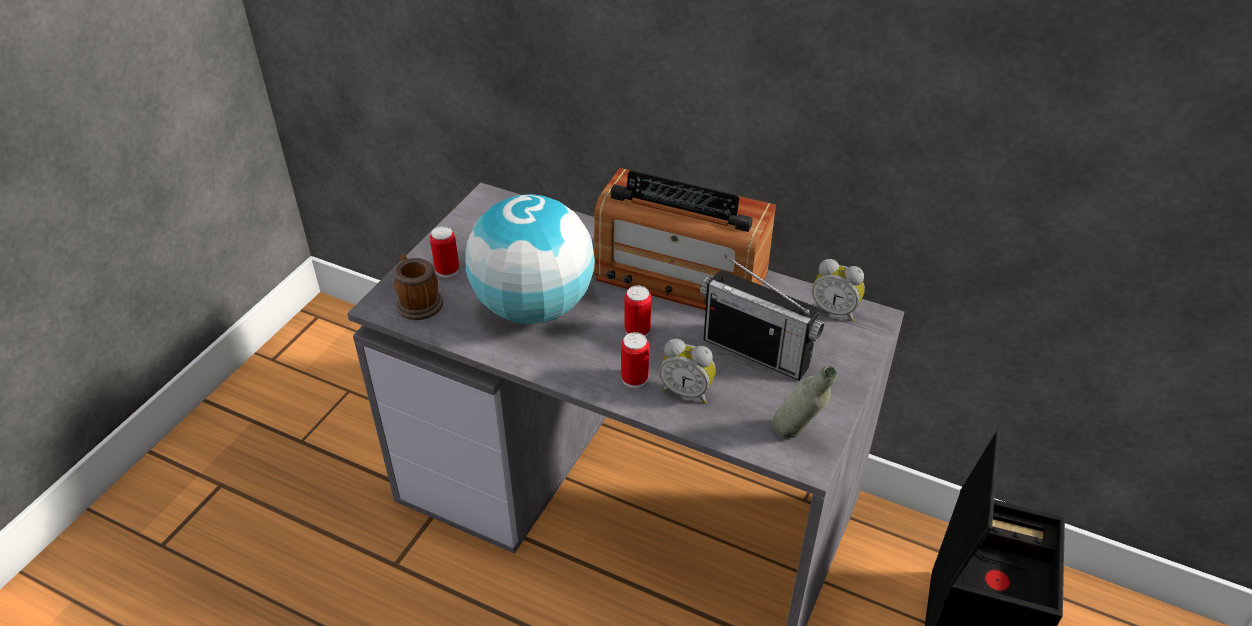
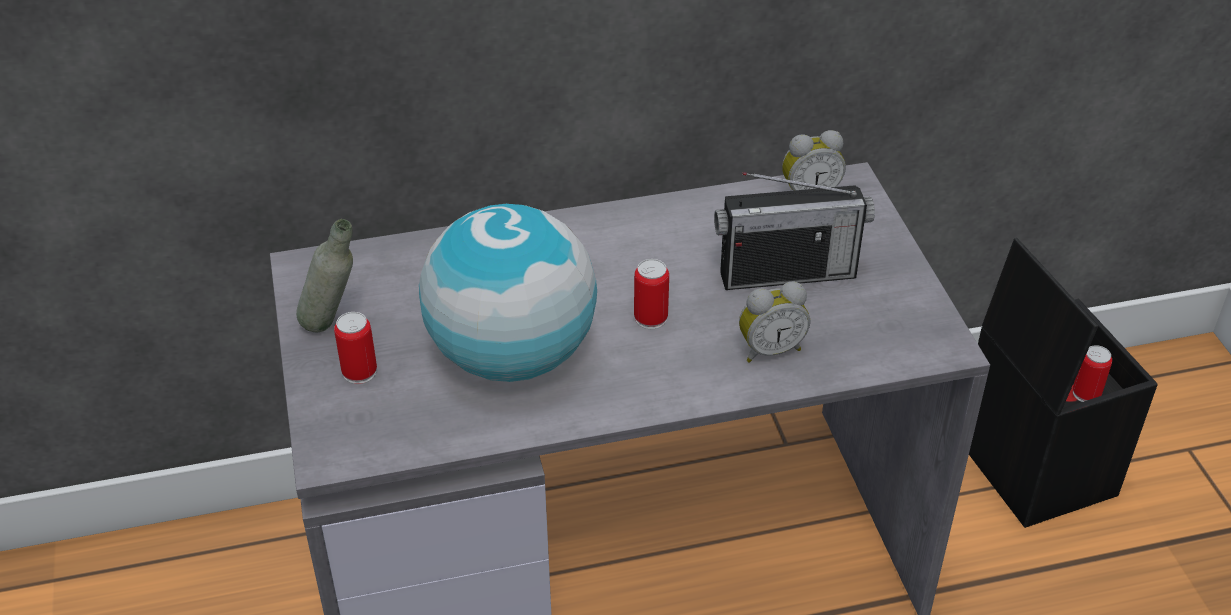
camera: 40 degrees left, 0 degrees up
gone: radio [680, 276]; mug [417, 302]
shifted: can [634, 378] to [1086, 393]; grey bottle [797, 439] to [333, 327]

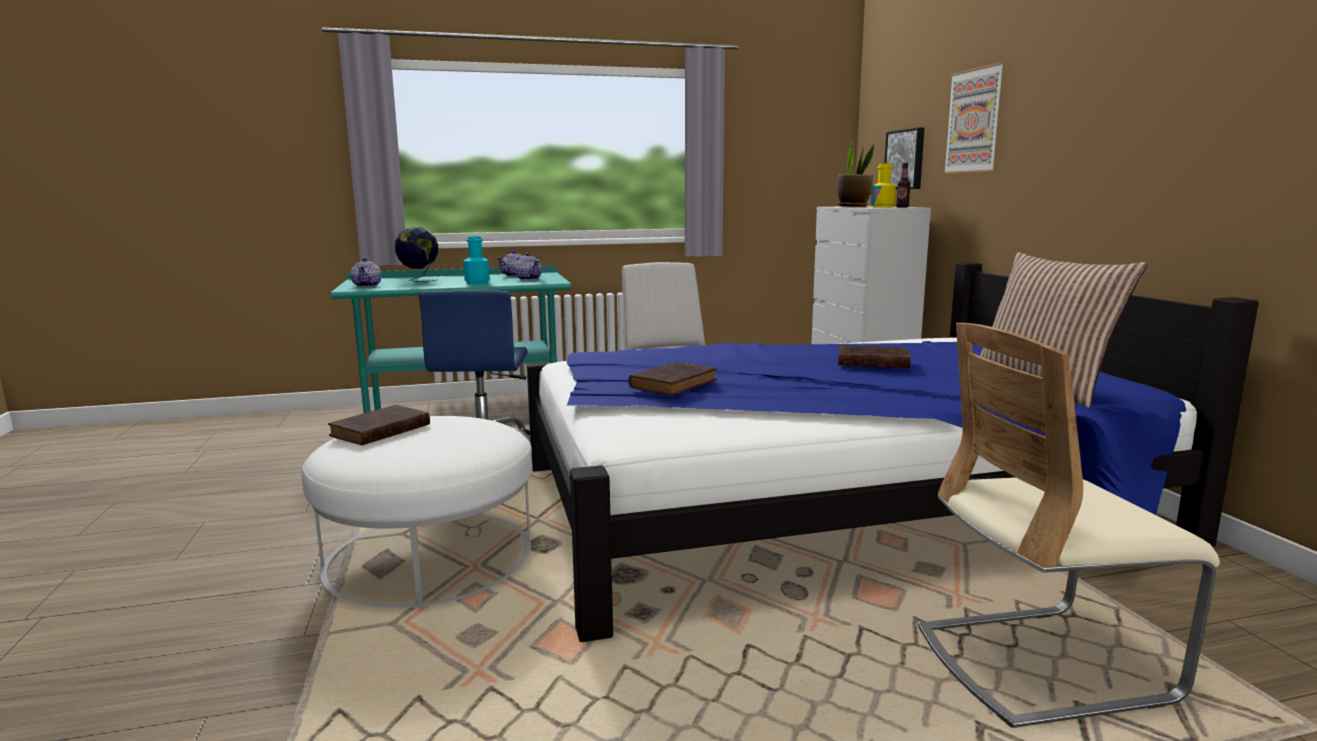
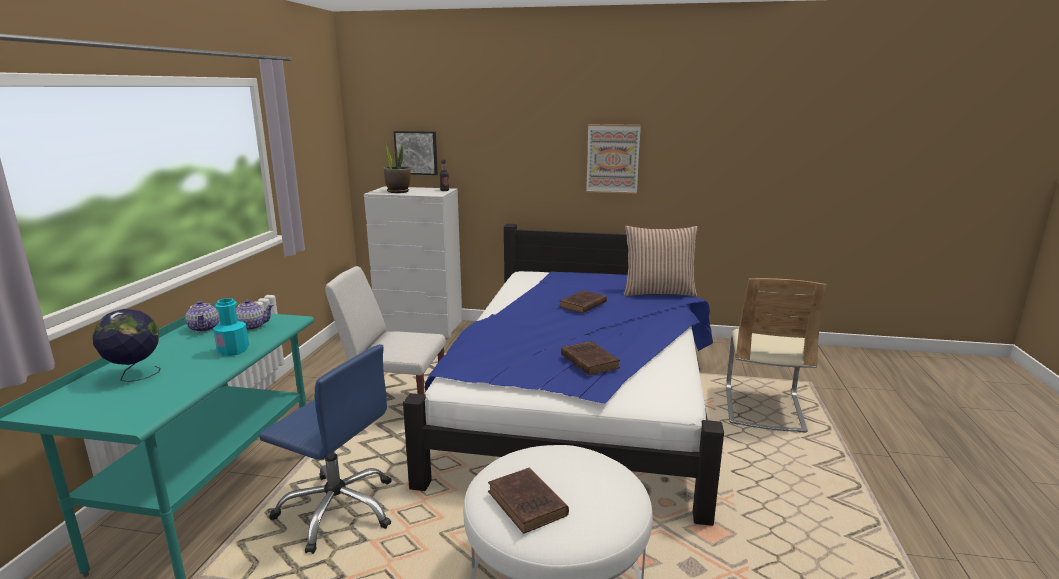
camera: 65 degrees left, 5 degrees up
gone: yellow bottle [882, 207]; teapot [367, 286]
shifted: picture [974, 121] to [612, 159]

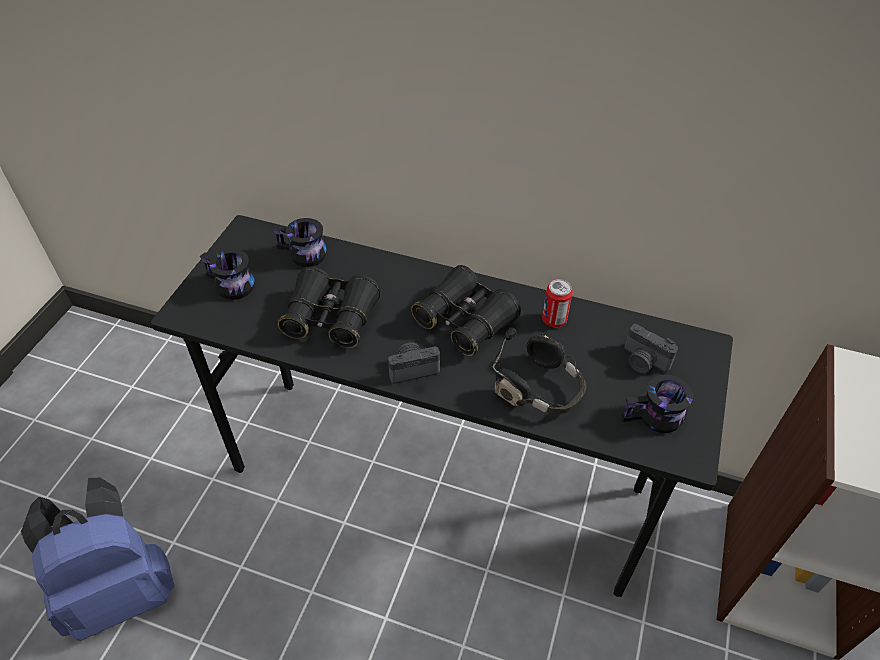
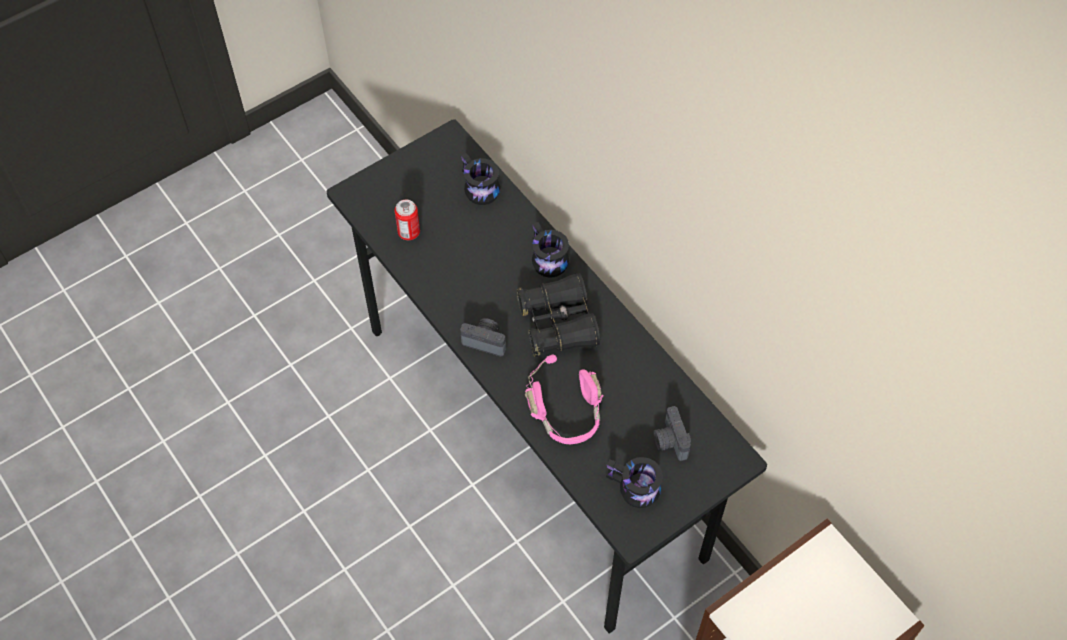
camera: 35 degrees right, 10 degrees up
gone: black binoculars [331, 318]; blue backpack [121, 591]
shifted: black mug [229, 286] to [545, 259]; can [554, 320] to [409, 232]
repainted: black headphones [541, 389] to pink headphones [567, 415]

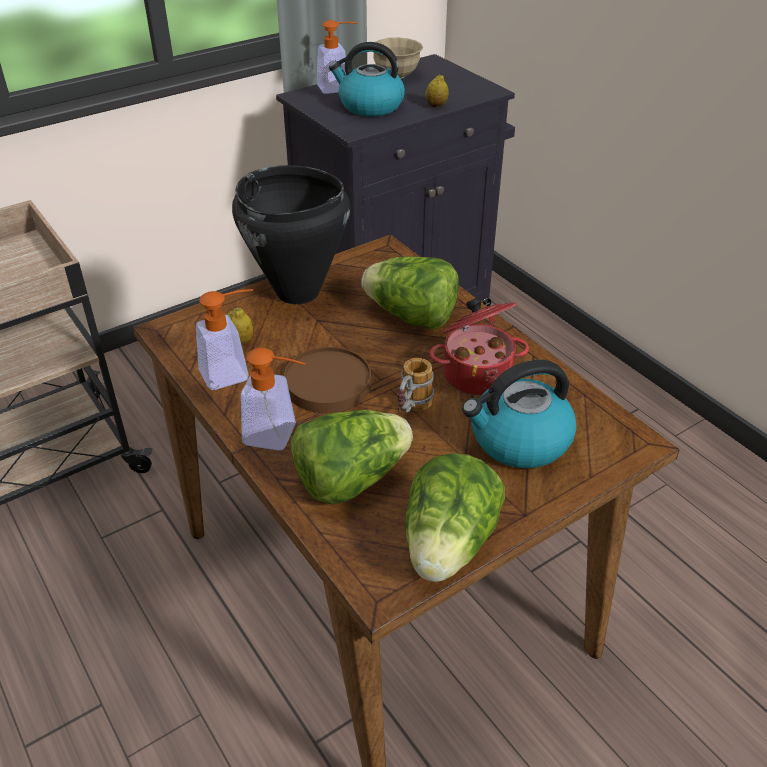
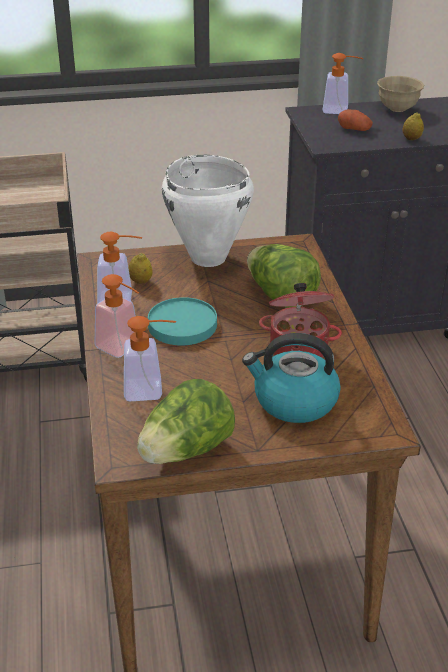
camera: 25 degrees right, 5 degrees down
gone: mug [411, 410]
swapped: kettle [370, 106] to potato [354, 129]; lettuce [351, 479] to soap dispenser [151, 390]
repainted: black cooking pot [298, 293] to white cooking pot [208, 258]; brown plate [327, 383] to turquoise plate [182, 324]

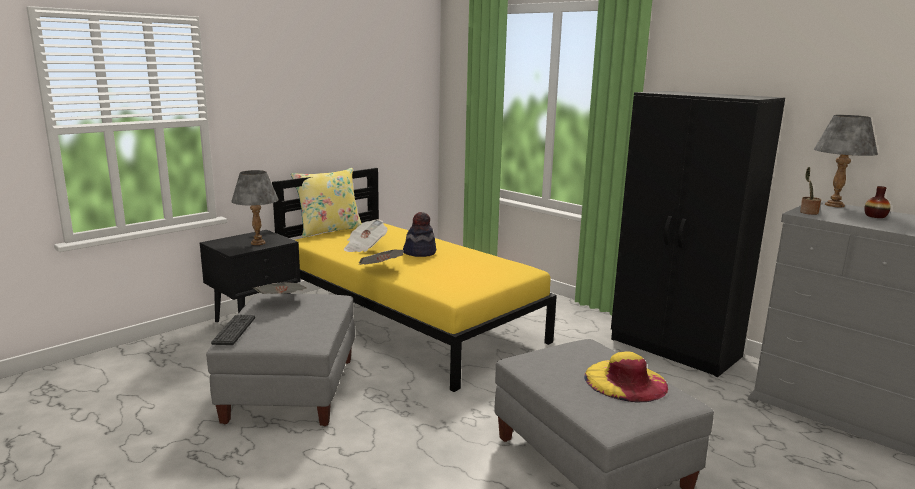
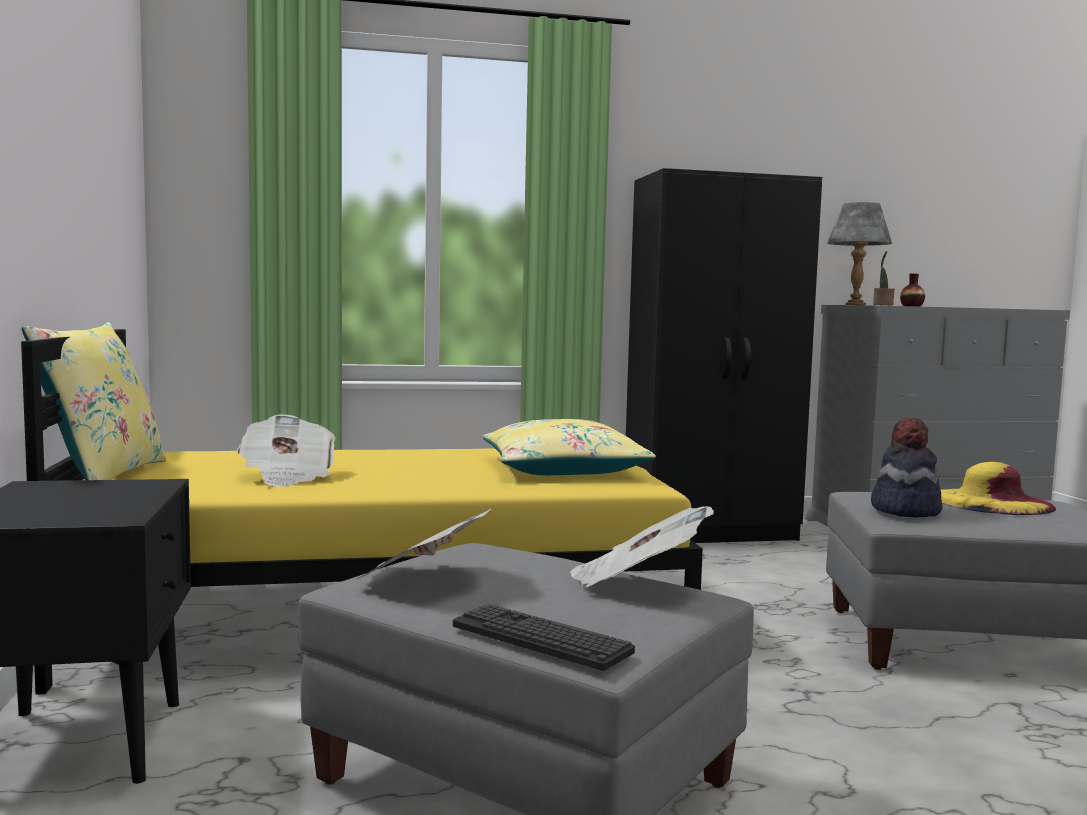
camera: 55 degrees left, 10 degrees down
gone: grey table lamp [258, 243]
new: yellow pillow [563, 469]
shifted: hat [419, 252] to [904, 510]; newspaper [381, 269] to [636, 583]

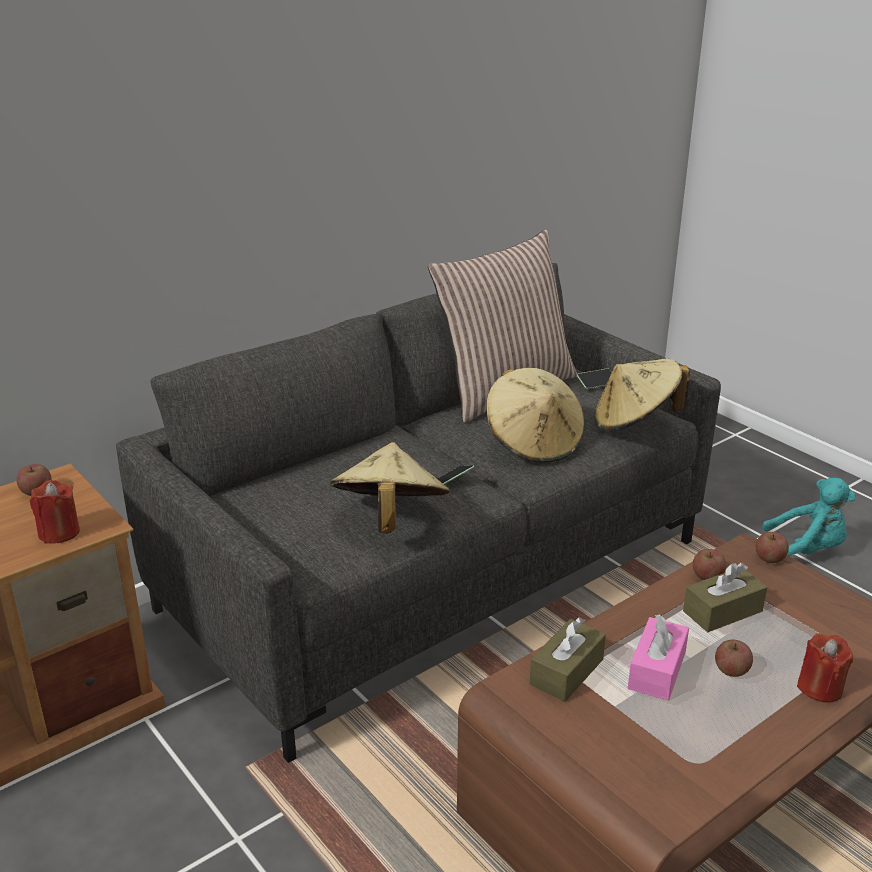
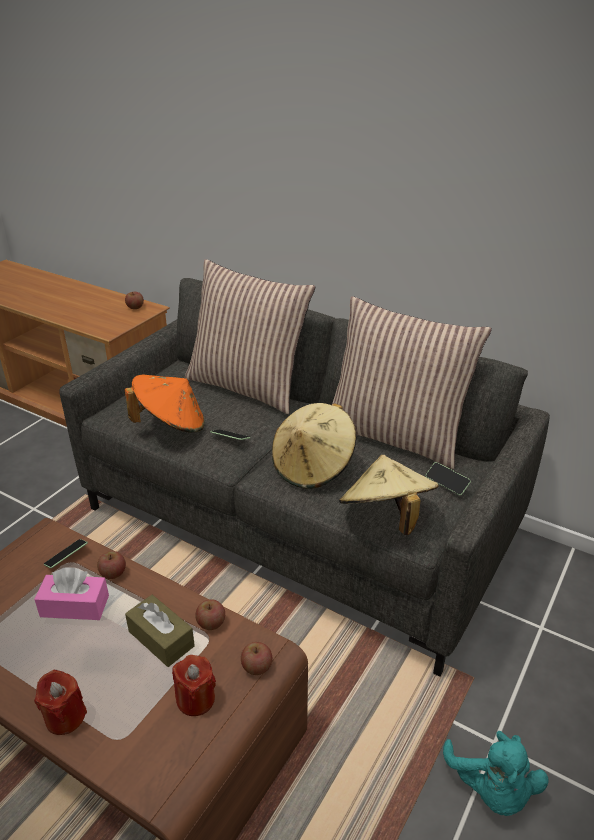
camera: 70 degrees right, 5 degrees up
new: pillow [248, 386]
shifted: red candle [59, 532] to [196, 699]; apple [731, 670] to [113, 573]
swapped: brown tissue box [566, 672] to phone [67, 558]
repainted: beige hat [389, 519] to orange hat [170, 425]

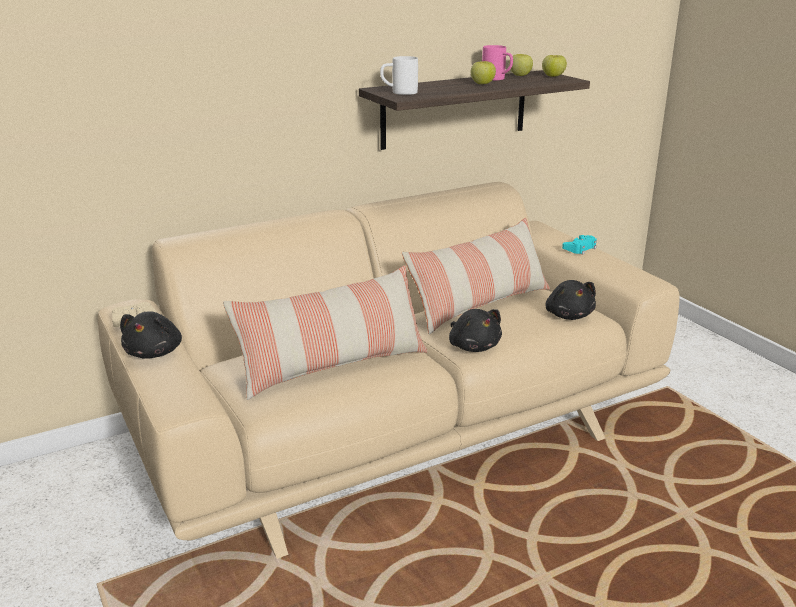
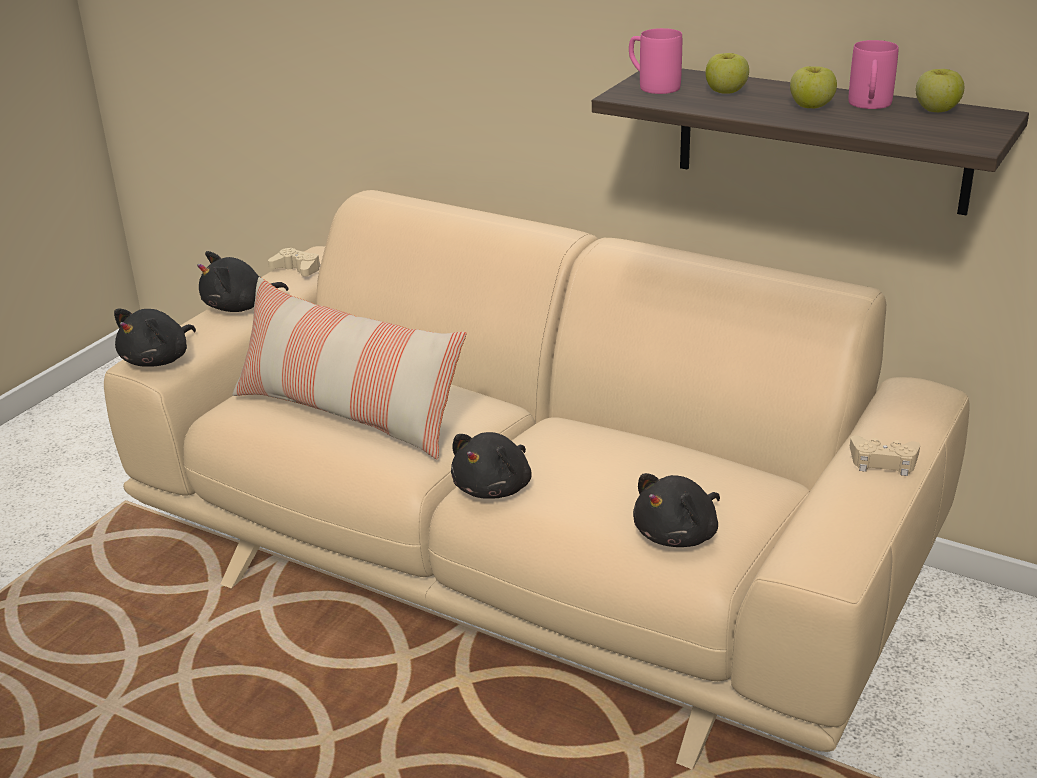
camera: 60 degrees right, 5 degrees up
gone: pillow [479, 304]
new: black plush toy [159, 360]
shifted: apple [553, 76] to [726, 92]
repainted: white mug [399, 92] to pink mug [652, 86]; turquoise game controller [580, 248] to beige game controller [883, 461]

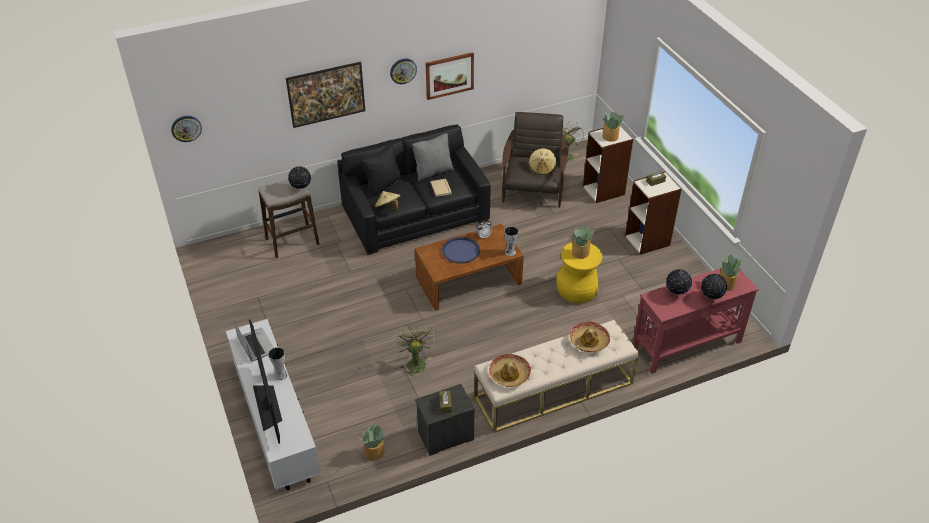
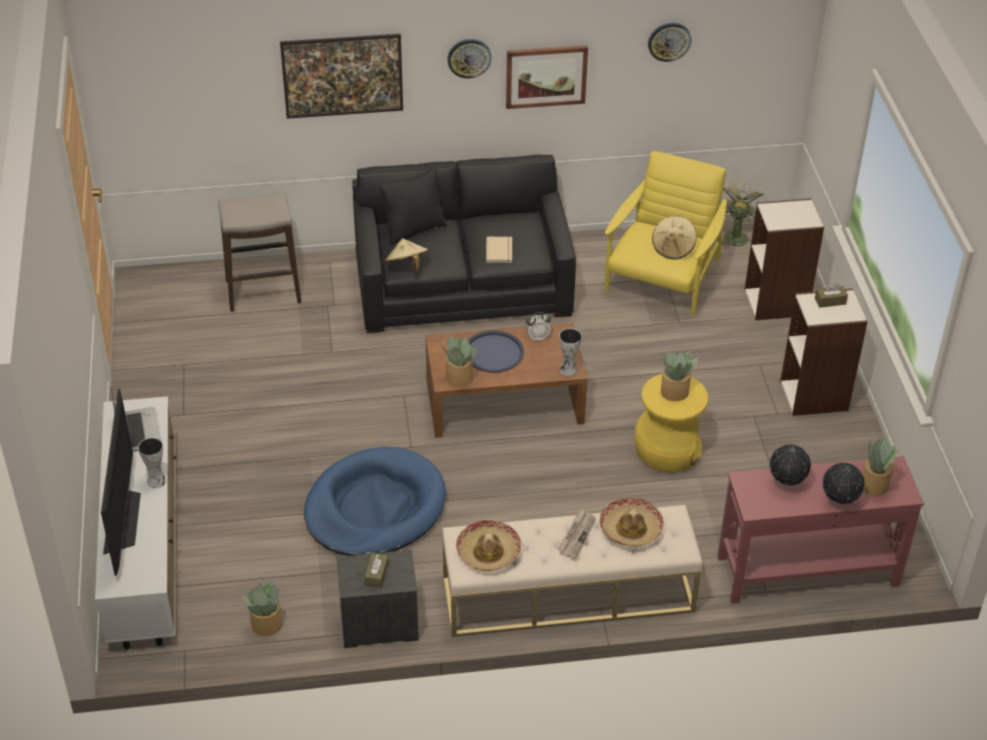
camera: 15 degrees right, 0 degrees up
gone: grey pillow [433, 171]; globe [301, 188]
new: newspaper [576, 535]
shifted: potted plant [610, 137] to [459, 378]; wall clock [186, 128] to [669, 41]
swapped: green fan [414, 362] to blue dog bed [375, 507]
repainted: brown armchair [533, 189] to yellow armchair [662, 279]

